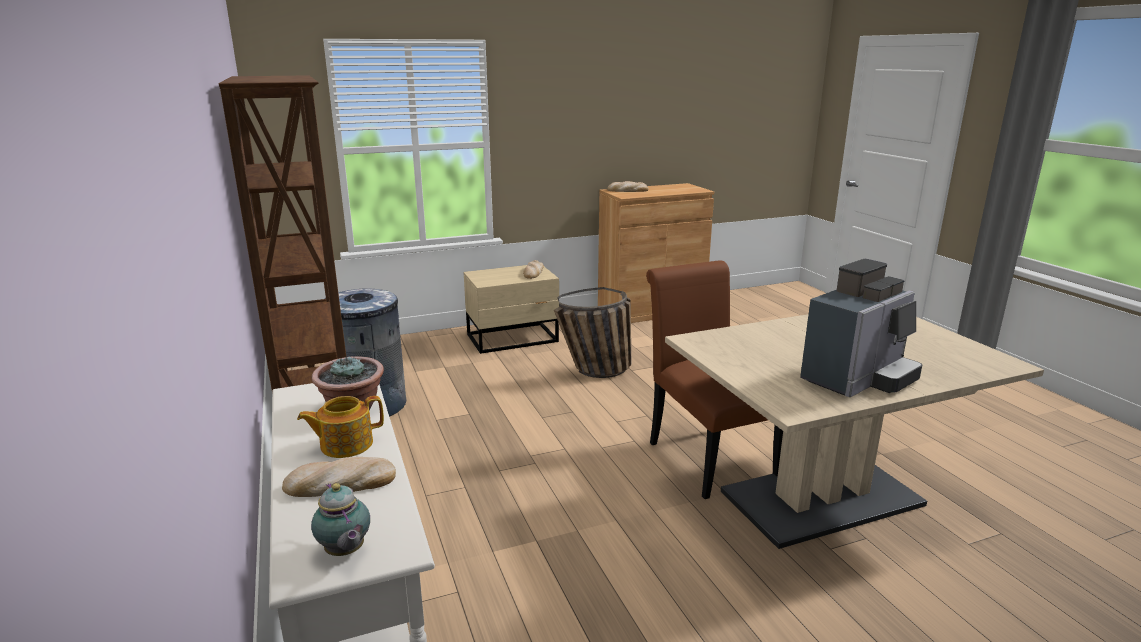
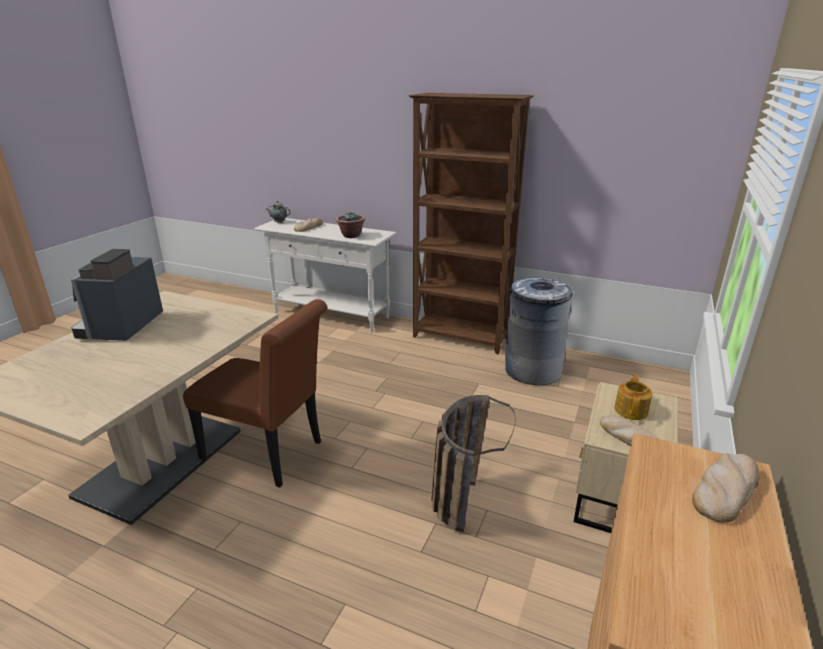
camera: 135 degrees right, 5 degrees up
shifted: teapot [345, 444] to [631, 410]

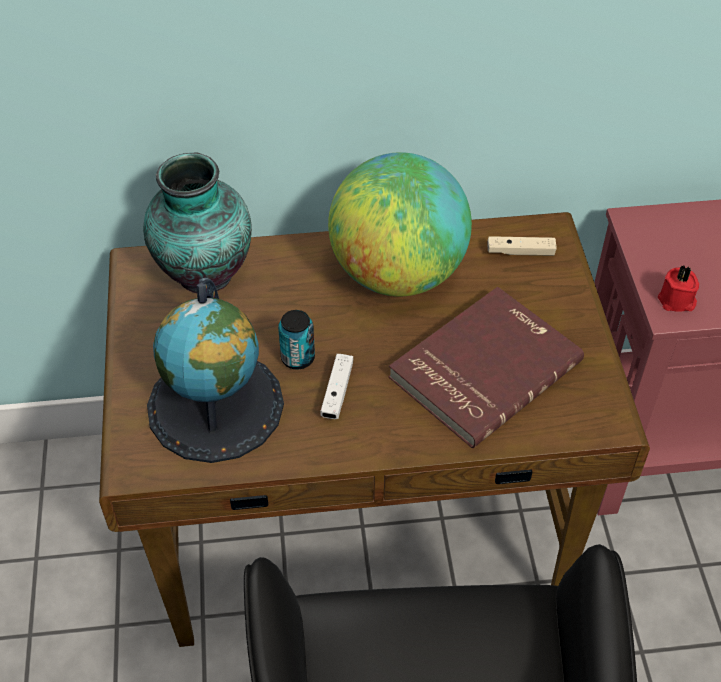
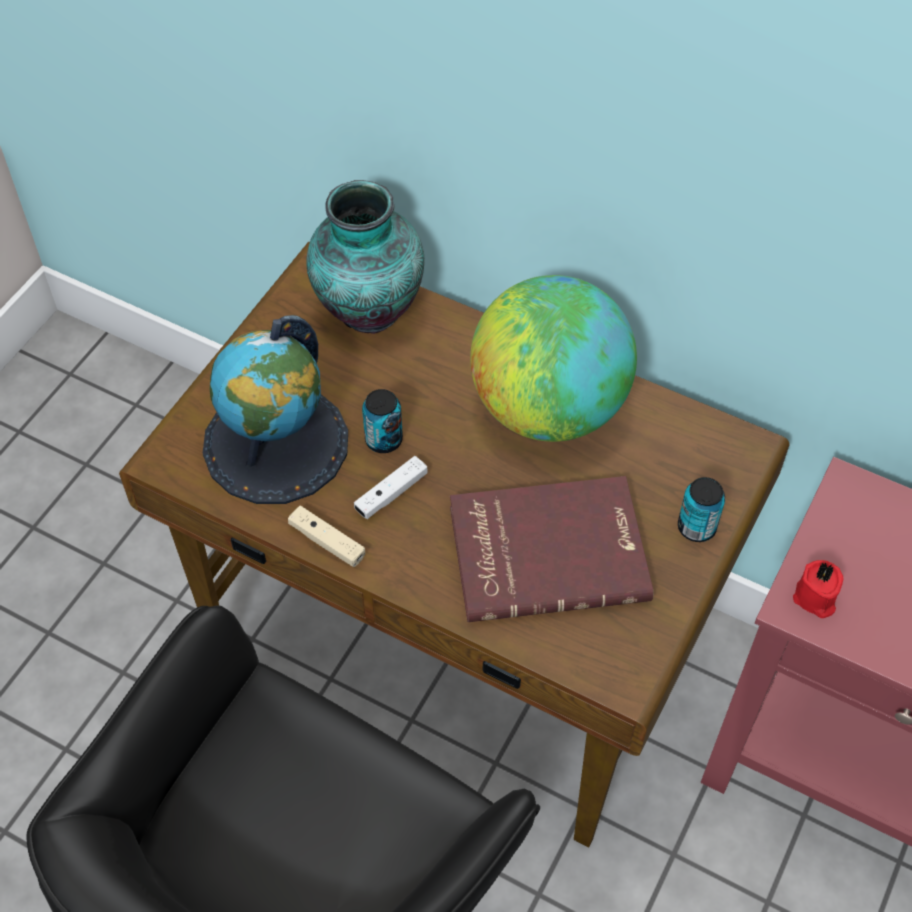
camera: 35 degrees right, 5 degrees up
new: can [696, 527]
shifted: beige game controller [520, 252] to [327, 542]

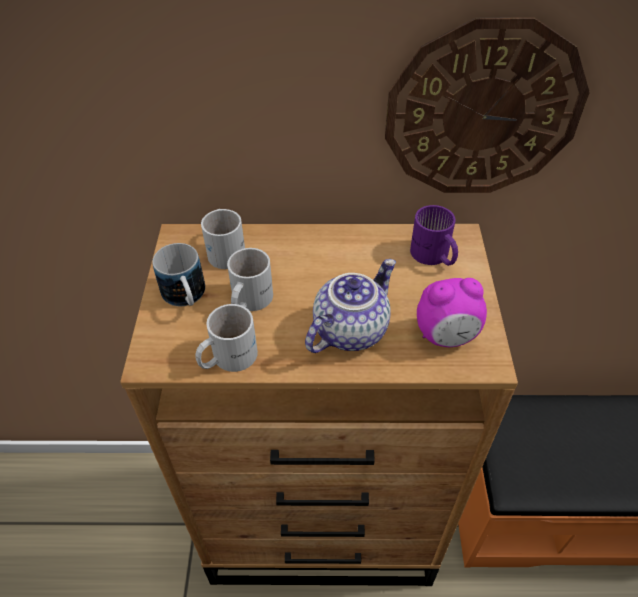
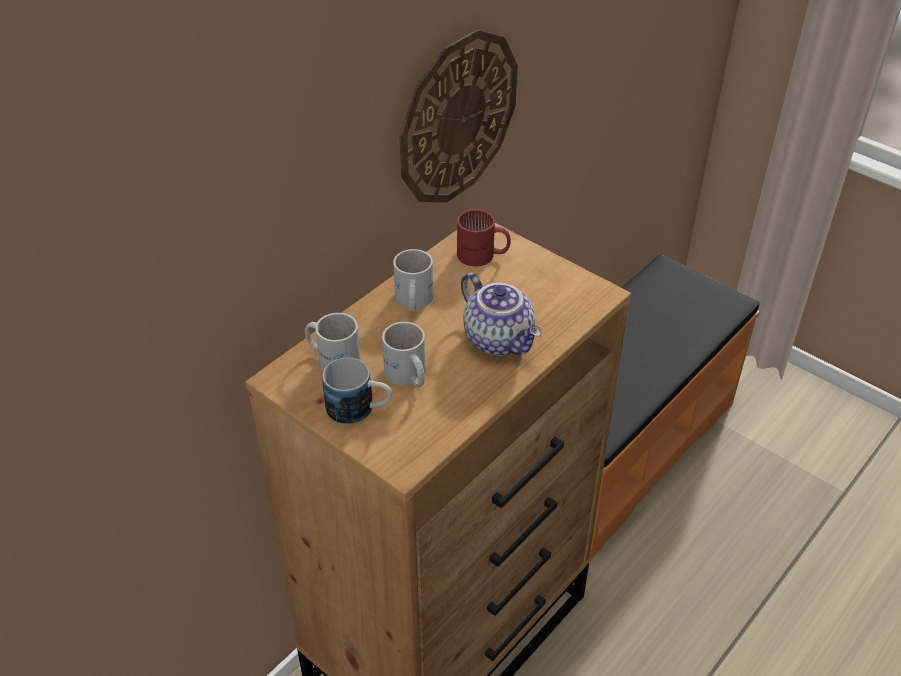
camera: 50 degrees left, 5 degrees down
gone: alarm clock [446, 336]
shifted: white mug [227, 357] to [412, 301]
repainted: purple mug [433, 256] to red mug [482, 256]
rotated: teapot [349, 329] = [500, 339] 150 degrees clockwise

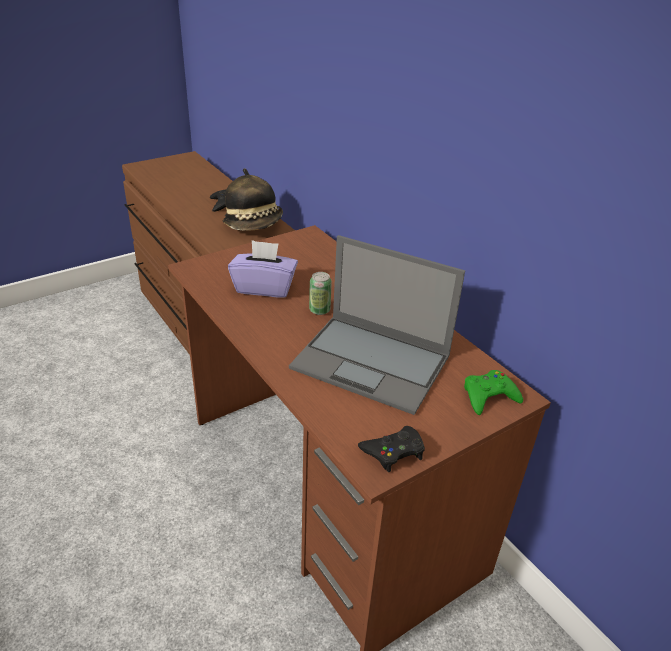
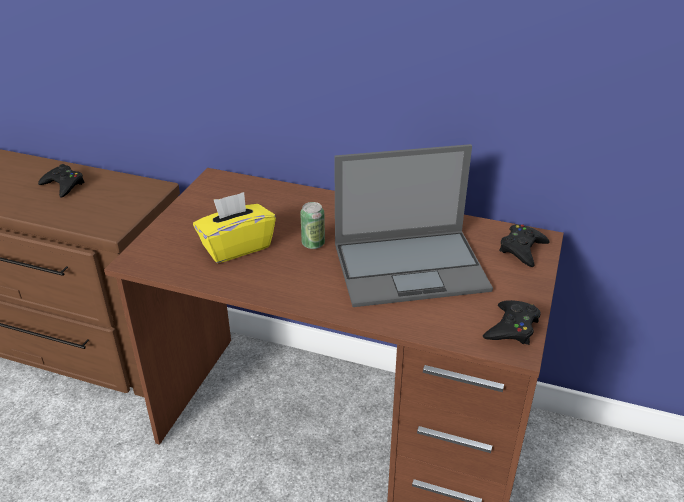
camera: 35 degrees left, 0 degrees up
gone: hat [254, 224]
repainted: purple tissue box [264, 287] to yellow tissue box [236, 246]; green game controller [489, 396] to black game controller [522, 249]

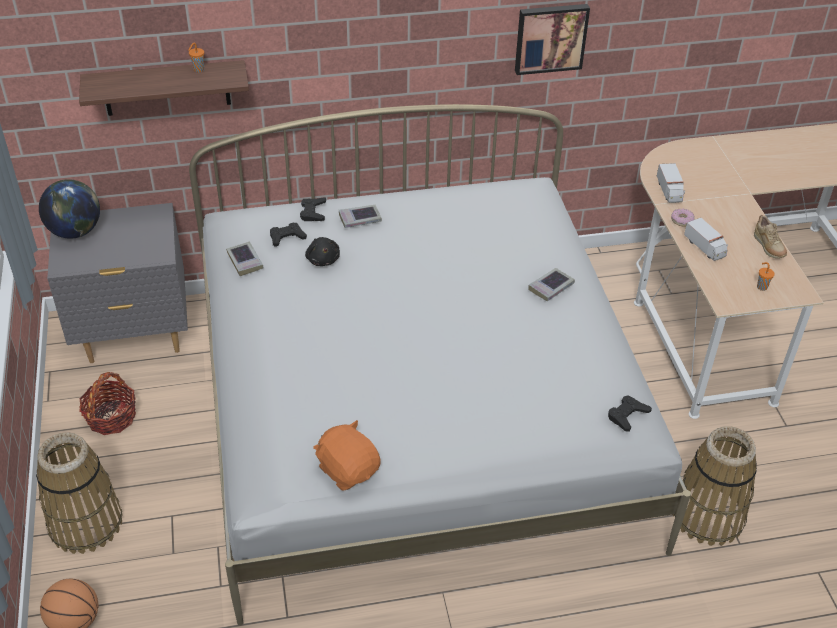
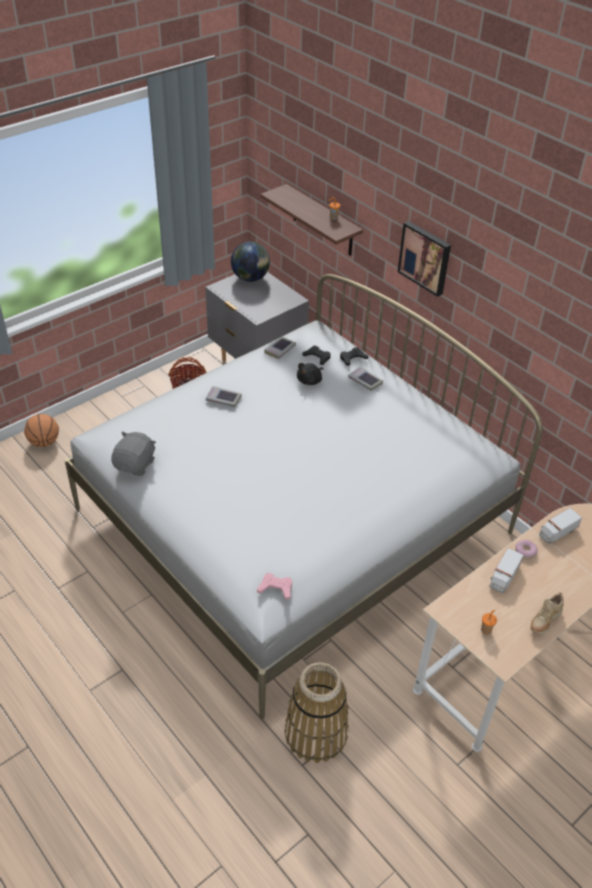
camera: 60 degrees right, 0 degrees up
gone: basket [85, 523]
shifted: picture [550, 37] to [425, 257]; book [551, 287] to [223, 399]
repainted: black game controller [627, 415] to pink game controller [276, 588]; orange plush toy [348, 469] to grey plush toy [135, 464]

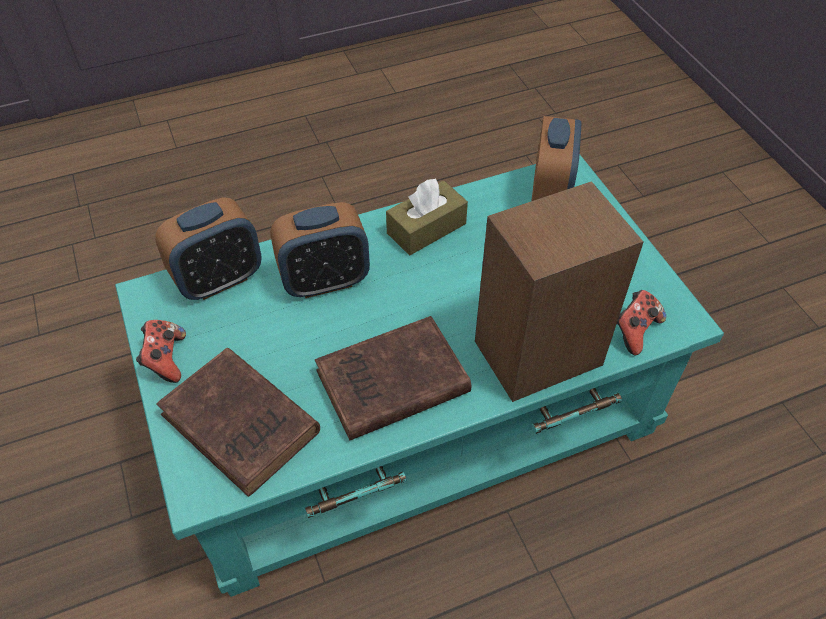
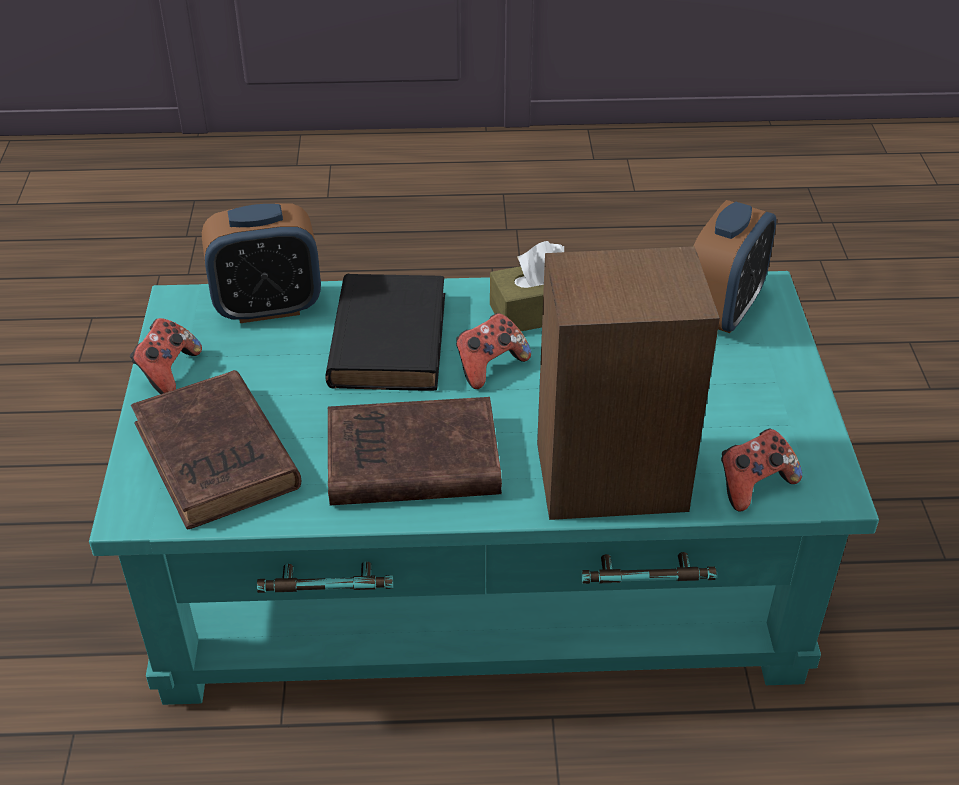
camera: 20 degrees right, 10 degrees down
new: game controller [489, 366]
swapped: alarm clock [325, 281] to black book [388, 337]

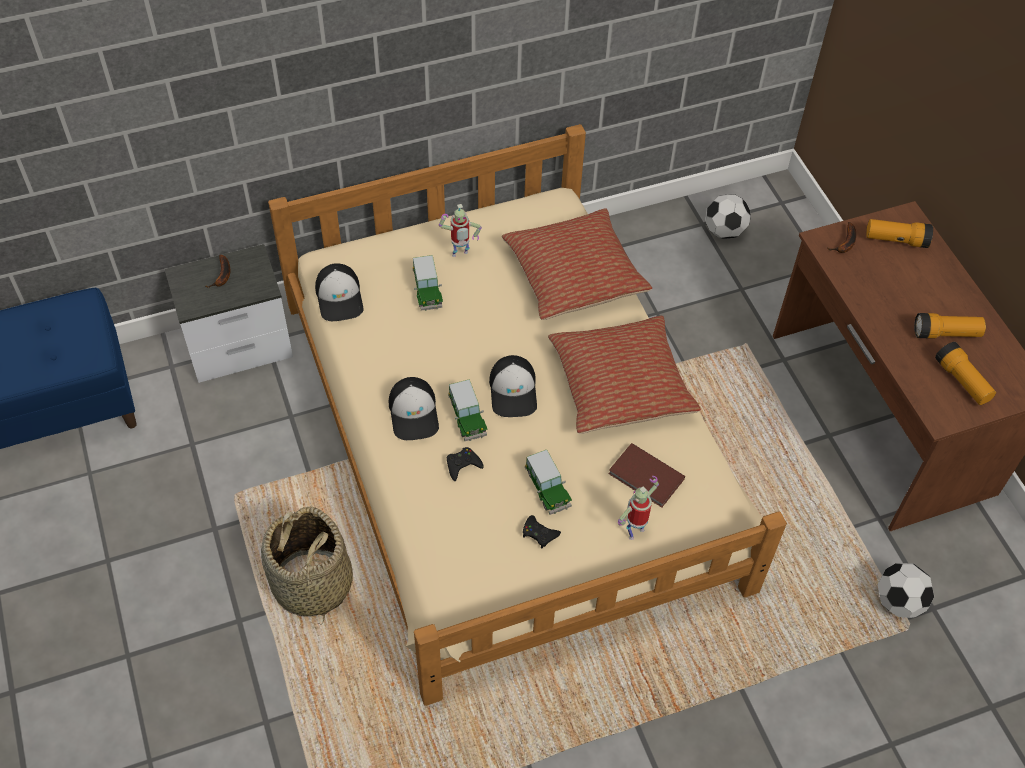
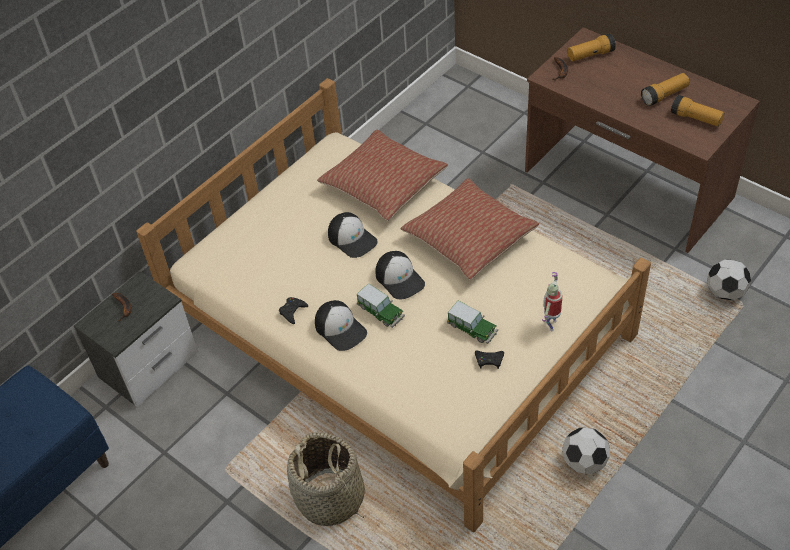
camera: 25 degrees left, 5 degrees down
gone: toy robot [460, 256]; toy car [427, 290]; brown book [646, 478]
shifted: football [724, 231] to [584, 462]; cap [340, 297] to [352, 239]; black game controller [463, 465] to [292, 311]

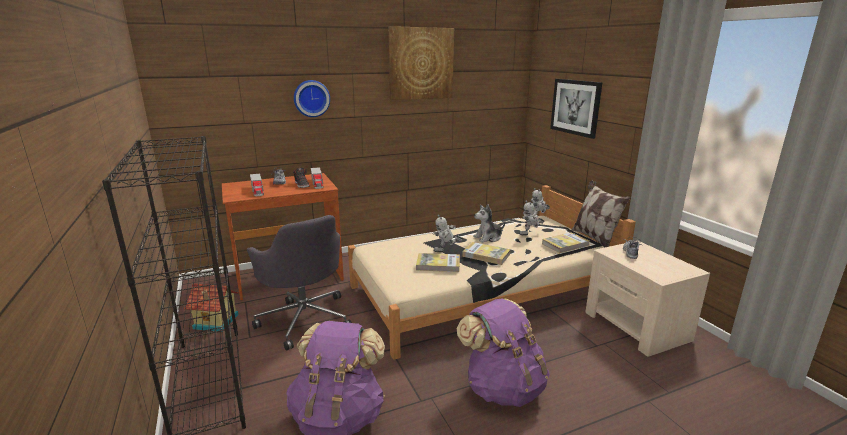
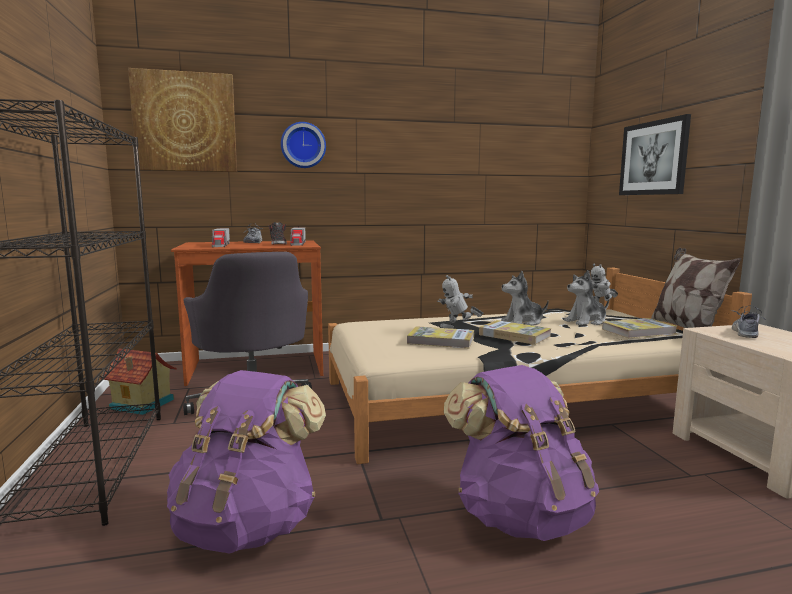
camera: 10 degrees right, 10 degrees down
shifted: picture [421, 63] to [185, 122]
swapped: toy robot [530, 234] to plush toy [586, 321]

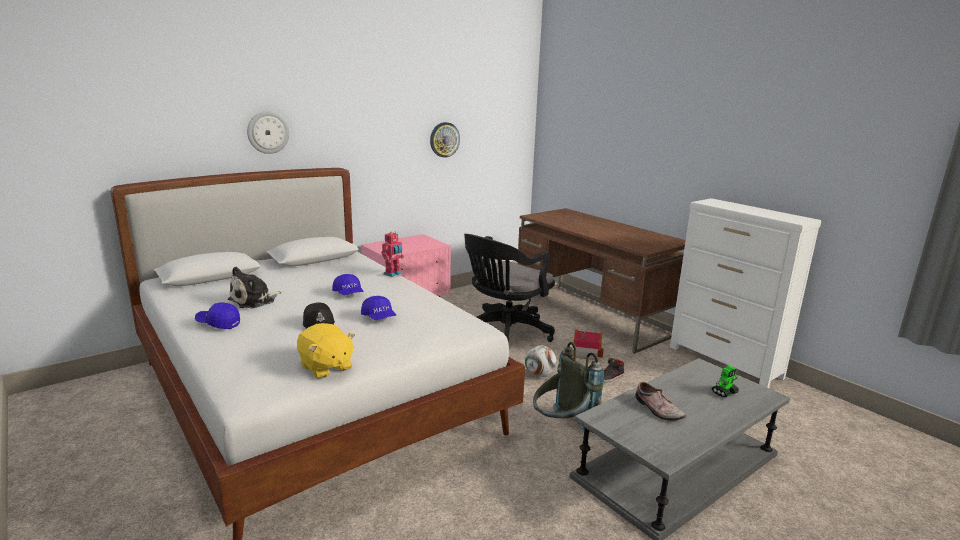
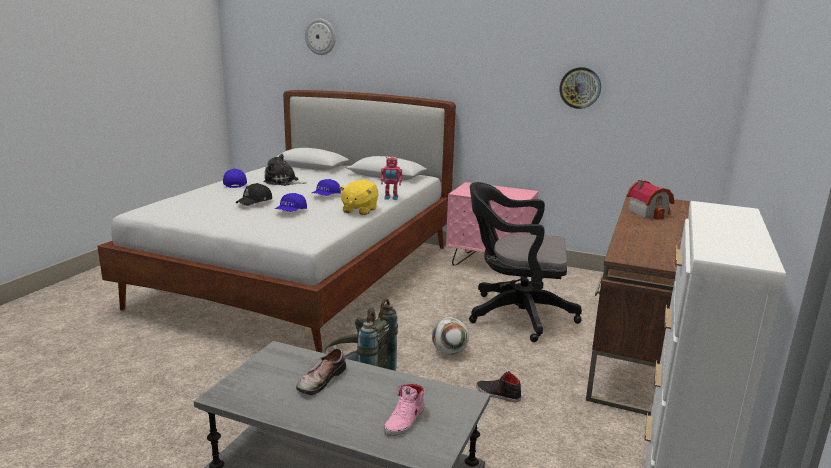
camera: 60 degrees right, 0 degrees up
shifted: wall clock [268, 132] to [320, 36]; yellow plush toy [326, 367] to [359, 210]; toy house [585, 353] to [649, 213]
swapped: toy robot [724, 392] to pink shoe [405, 420]

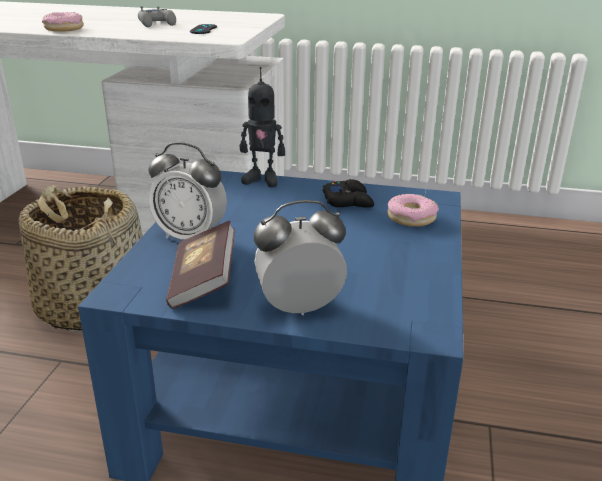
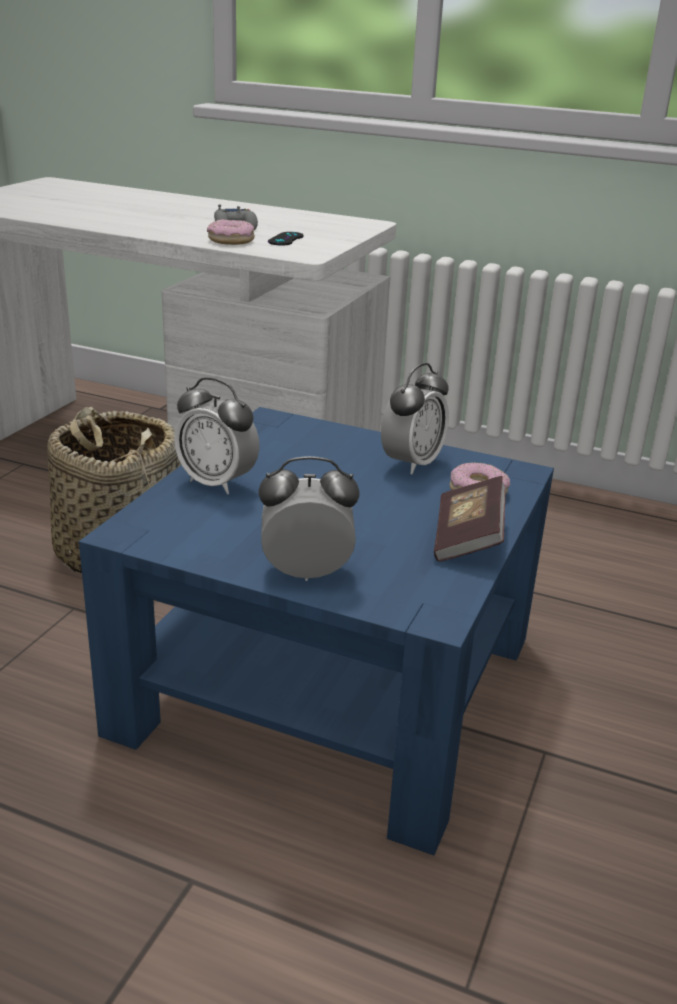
camera: 10 degrees right, 0 degrees up
gone: toy robot [262, 180]
shifted: donut [64, 29] to [231, 240]; book [203, 282] to [468, 538]
swapped: black game controller [348, 201] to alarm clock [412, 463]

